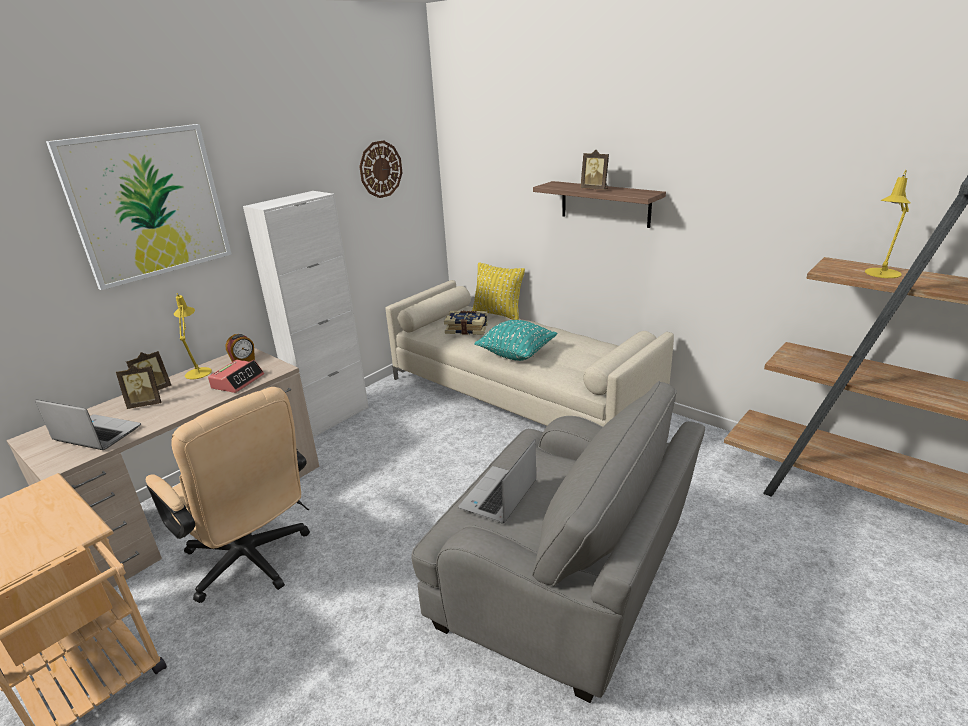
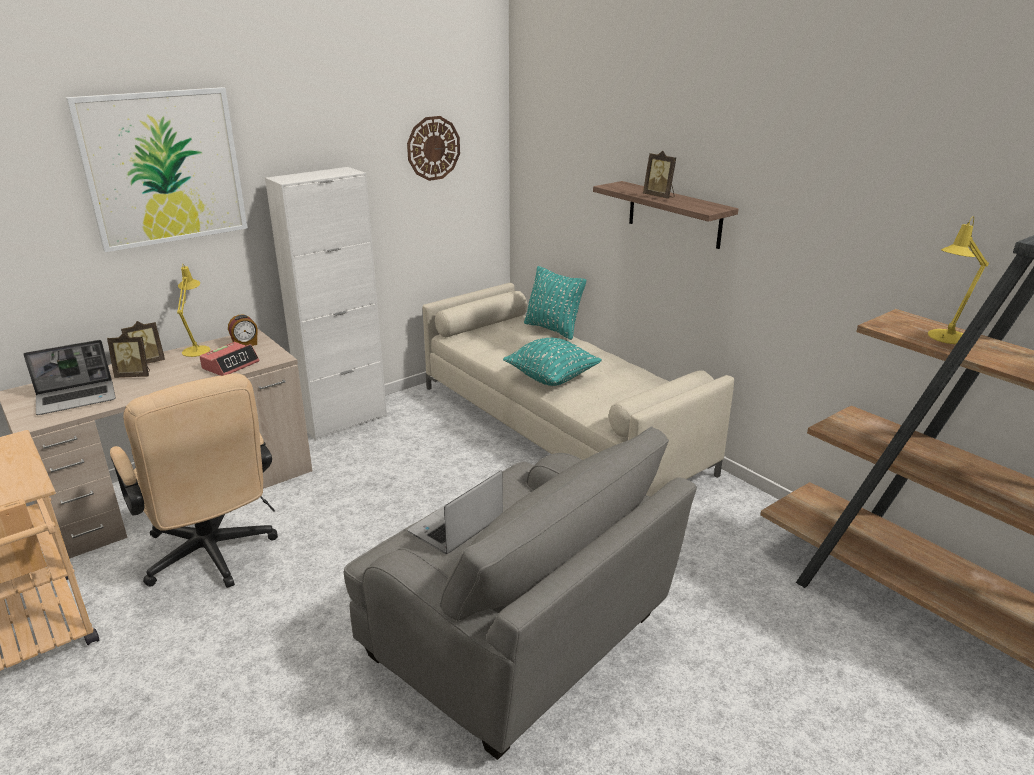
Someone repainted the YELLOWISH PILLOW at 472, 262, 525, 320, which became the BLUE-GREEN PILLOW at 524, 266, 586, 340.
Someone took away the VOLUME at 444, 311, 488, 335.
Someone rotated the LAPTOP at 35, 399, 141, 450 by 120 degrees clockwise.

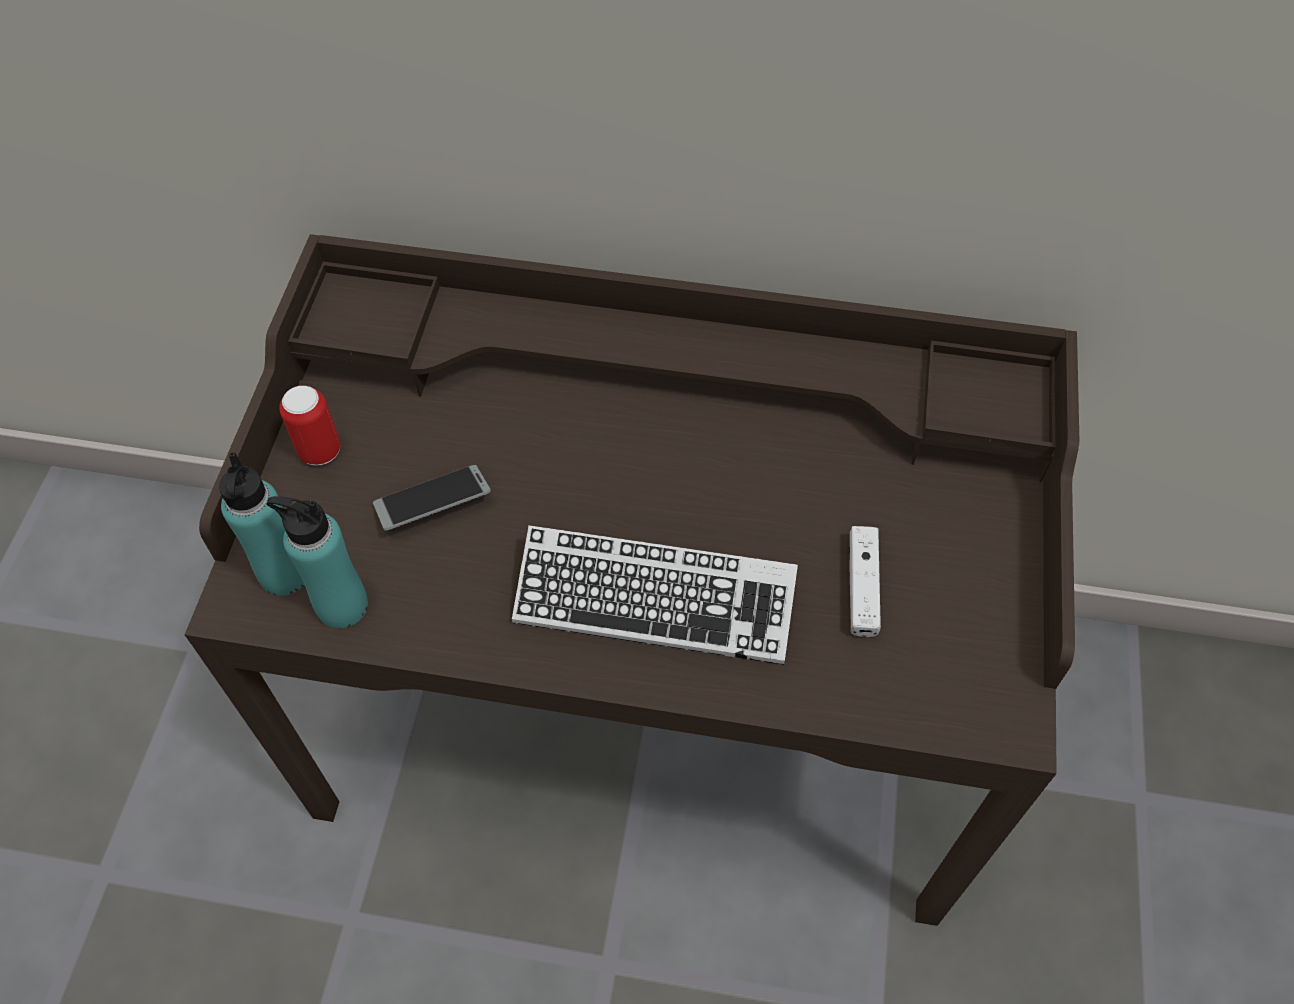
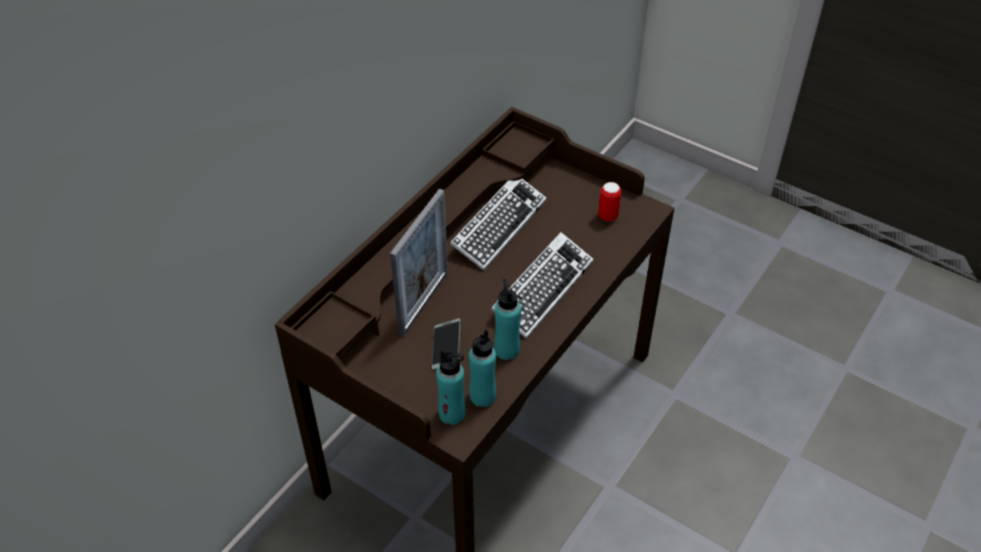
Someone carried the SEALED CAN from 279, 385, 340, 465 to 598, 182, 622, 222.
Someone took away the WHITE-COLOURED GAMEPAD at 849, 526, 881, 637.
Someone put down the COMPUTER KEYBOARD at 450, 179, 547, 271.
Someone put down the PHOTO FRAME at 390, 189, 448, 337.
Someone put down the BLUE-GREEN BOTTLE at 494, 279, 521, 360.

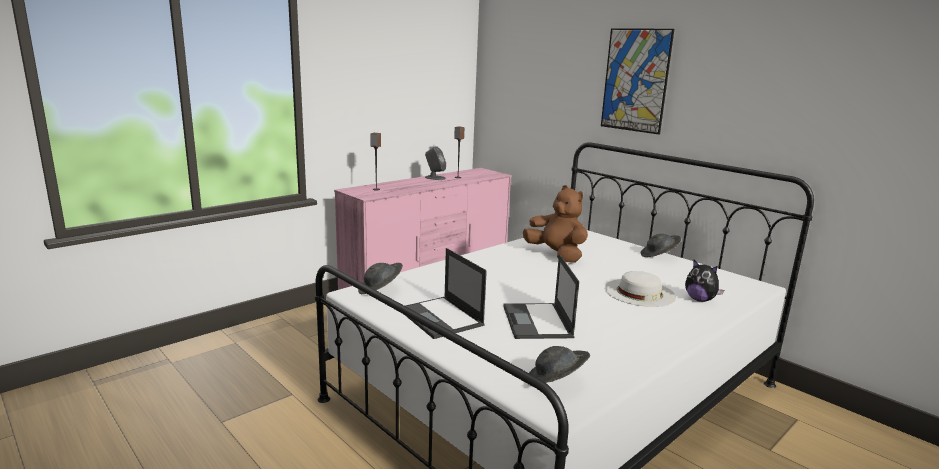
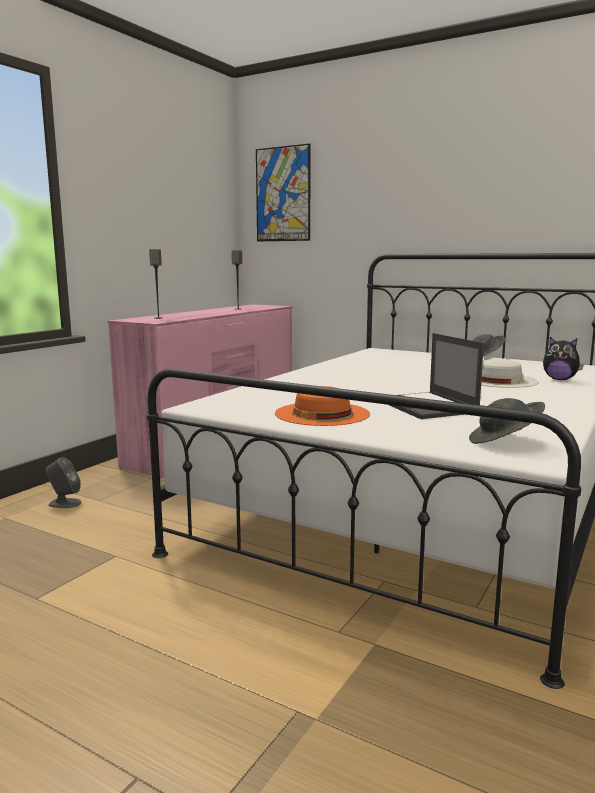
Someone carried the WALL ART from 601, 28, 674, 134 to 256, 143, 311, 242.
Someone carried the GRAY SPEAKER from 425, 146, 446, 180 to 45, 457, 82, 508.
Someone took away the BROWN-COLOURED PLUSH TOY at 523, 185, 588, 263.
Someone swapped the LAPTOP at 405, 248, 487, 339 for the ORANGEY WEARABLE HAT at 275, 386, 370, 426.
Someone took away the GRAY WEARABLE HAT at 358, 263, 403, 294.

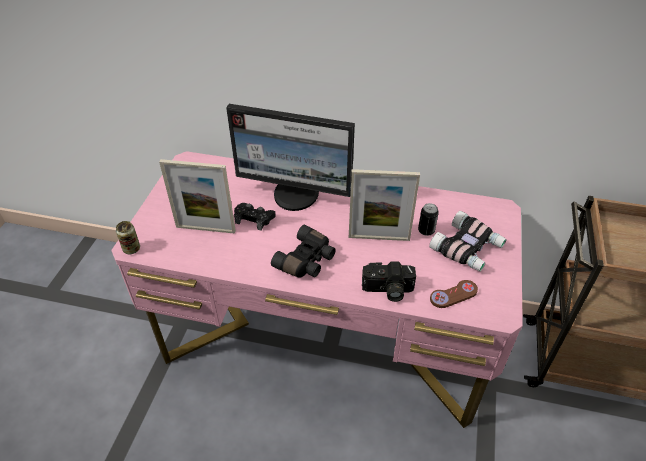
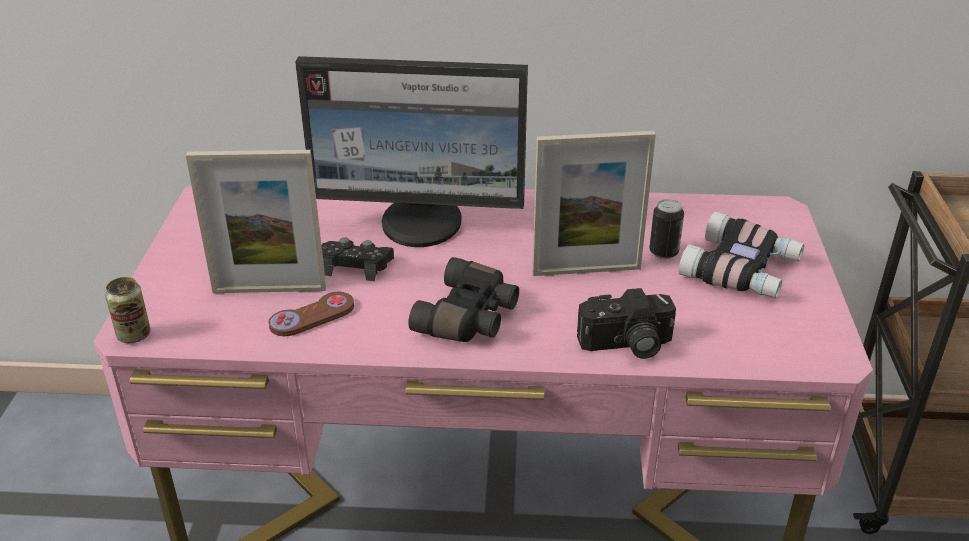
Someone carried the BROWN-COLOURED GAMEPAD from 430, 280, 478, 308 to 269, 292, 354, 336.

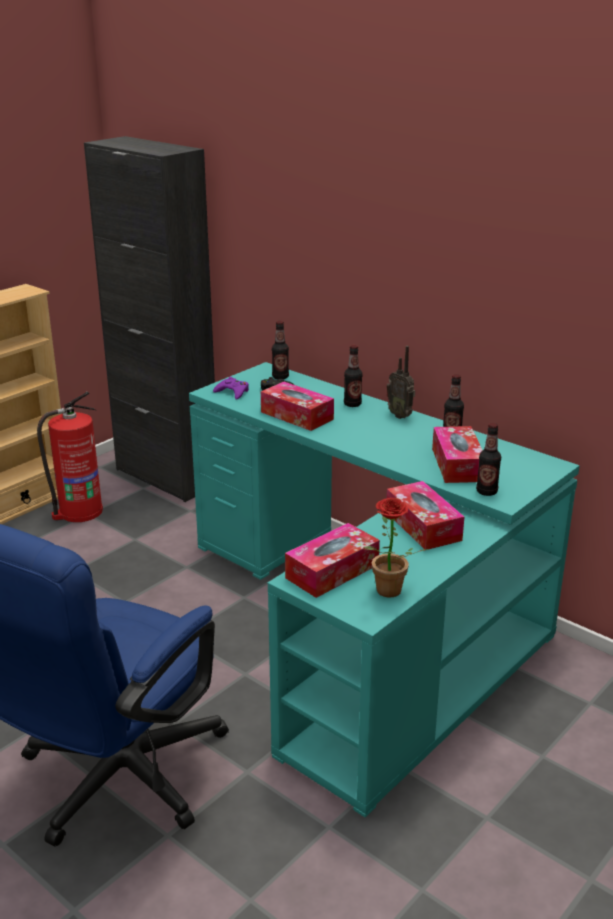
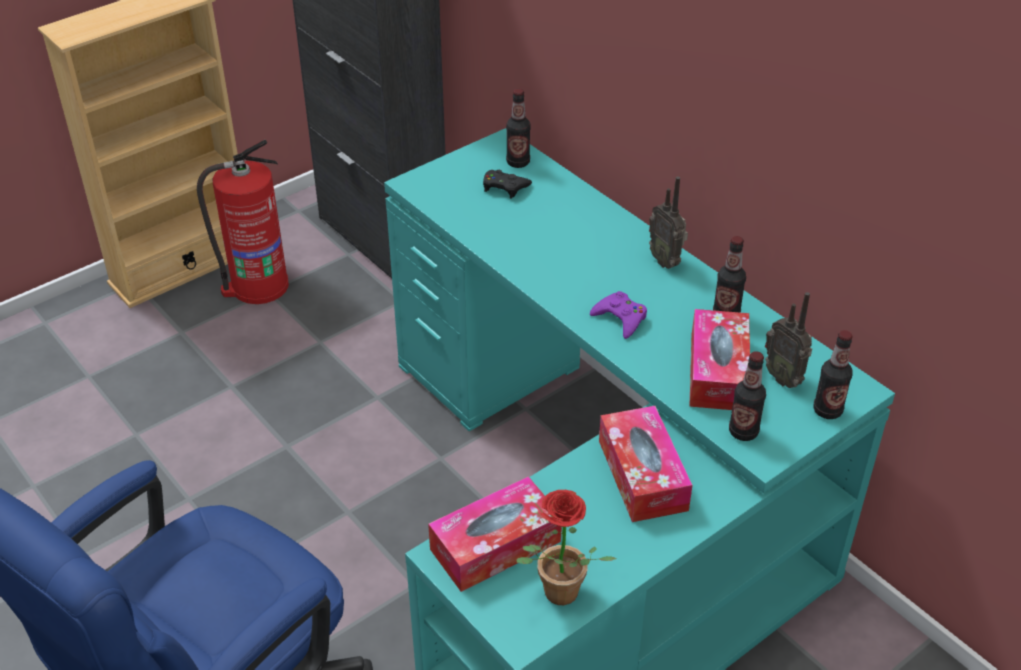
Someone carried the BOTTLE from 344, 345, 362, 407 to 813, 330, 853, 419.
Someone carried the PURPLE-COLOURED GAMEPAD from 213, 377, 249, 400 to 590, 291, 647, 339.
Someone took away the BOX OF TISSUES at 261, 382, 334, 431.
Someone put down the RADIO RECEIVER at 765, 292, 812, 388.

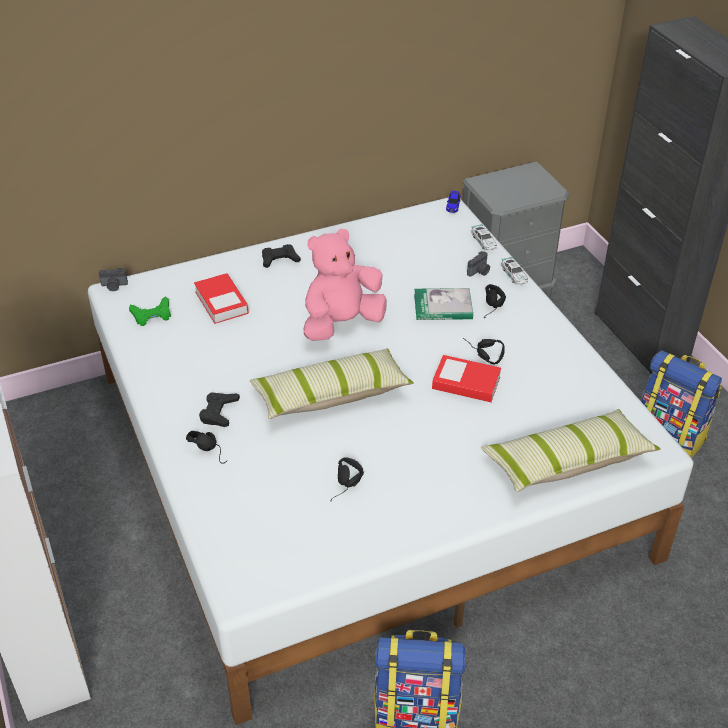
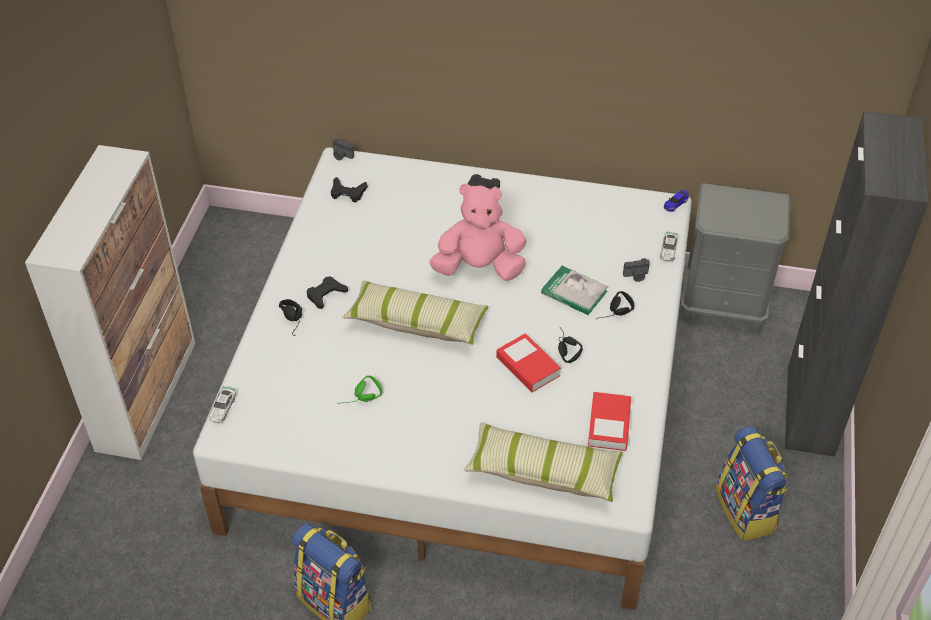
Someone carried the MINIATURE CAR from 501, 257, 528, 285 to 209, 386, 236, 423.
Someone carried the VOLUME from 194, 273, 249, 324 to 588, 392, 631, 451.
Someone repainted the GREENISH GAMEPAD at 129, 296, 171, 326, which became the BLACKISH GAMEPAD at 331, 177, 368, 202.
Someone repainted the BLACKISH HEADSET at 331, 457, 364, 502, which became the GREENISH HEADSET at 338, 376, 383, 404.

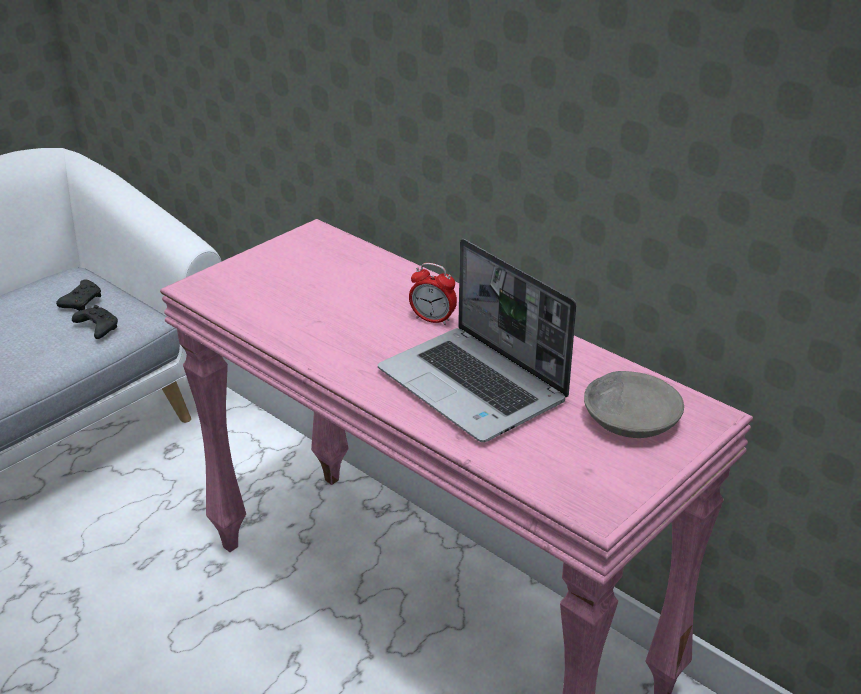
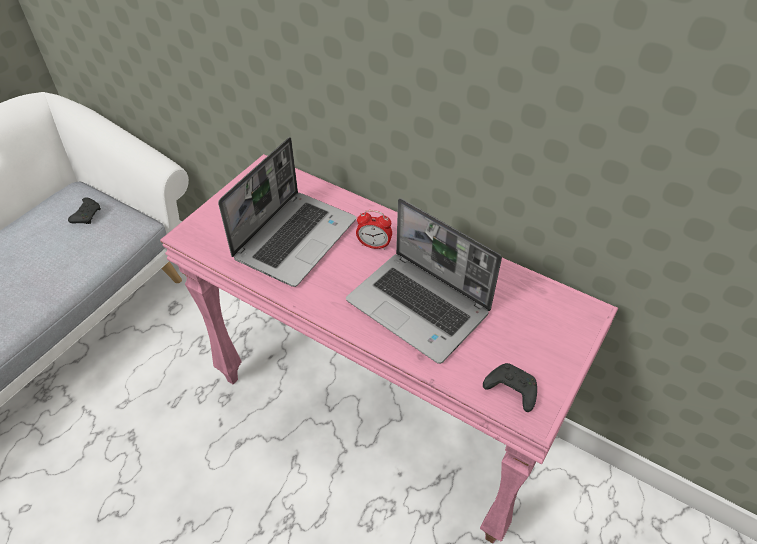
Someone carried the BLACKISH GAMEPAD from 72, 305, 118, 339 to 483, 363, 537, 412.
Someone took away the GRAY BOWL at 584, 371, 684, 438.
Someone put down the LAPTOP at 218, 137, 356, 287.

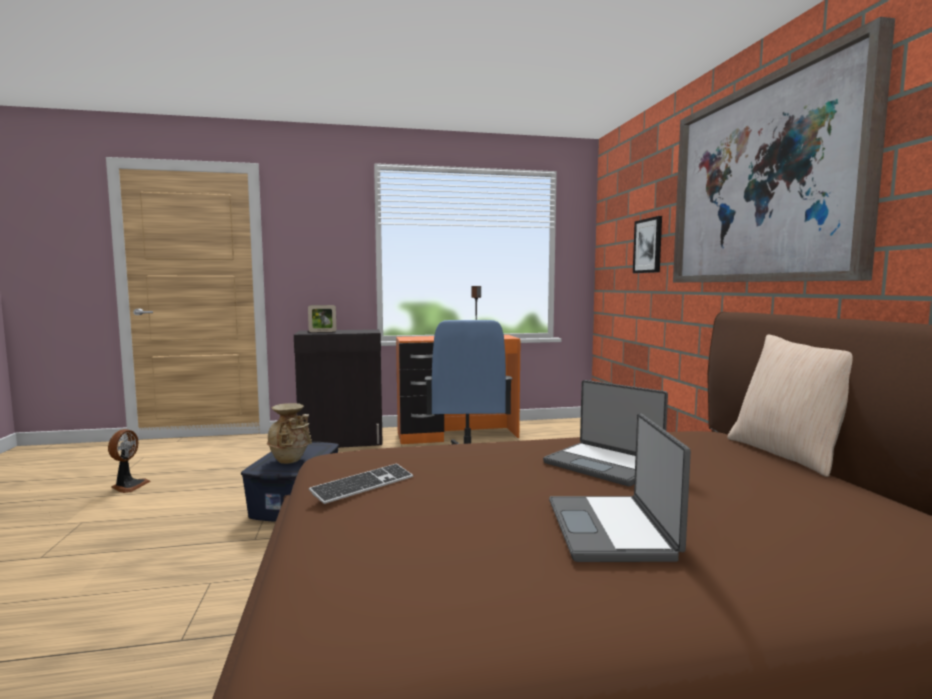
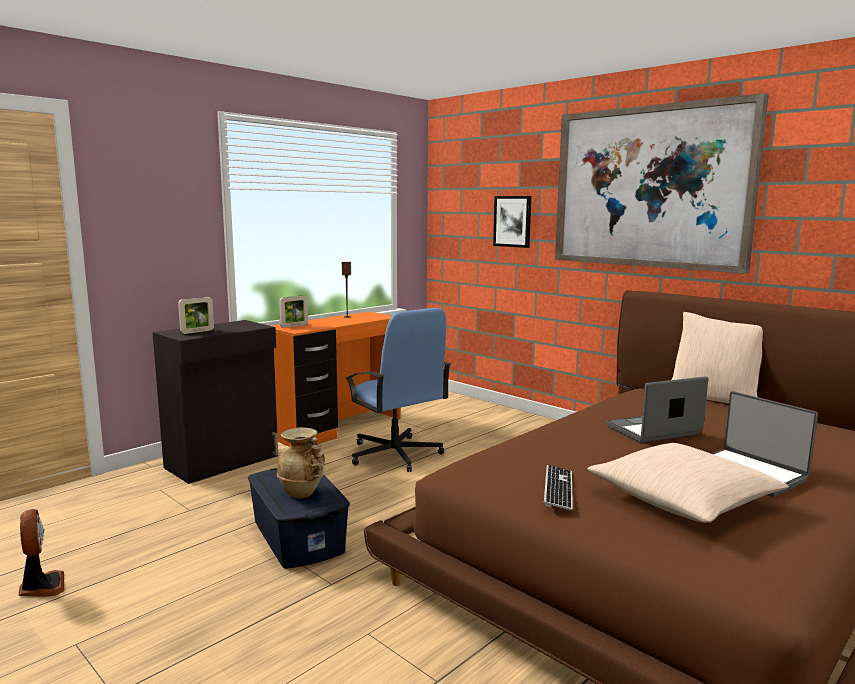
Someone rotated the LAPTOP at 543, 380, 668, 487 by 150 degrees clockwise.
Someone put down the PHOTO FRAME at 279, 295, 308, 328.
Someone put down the BEIGE-COLOURED PILLOW at 587, 443, 789, 523.

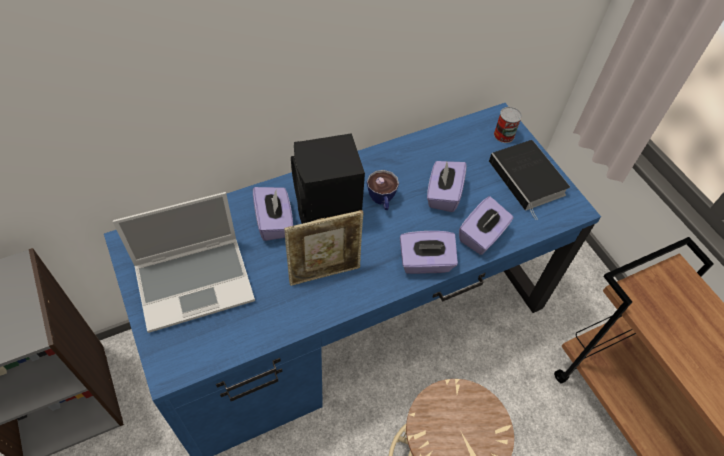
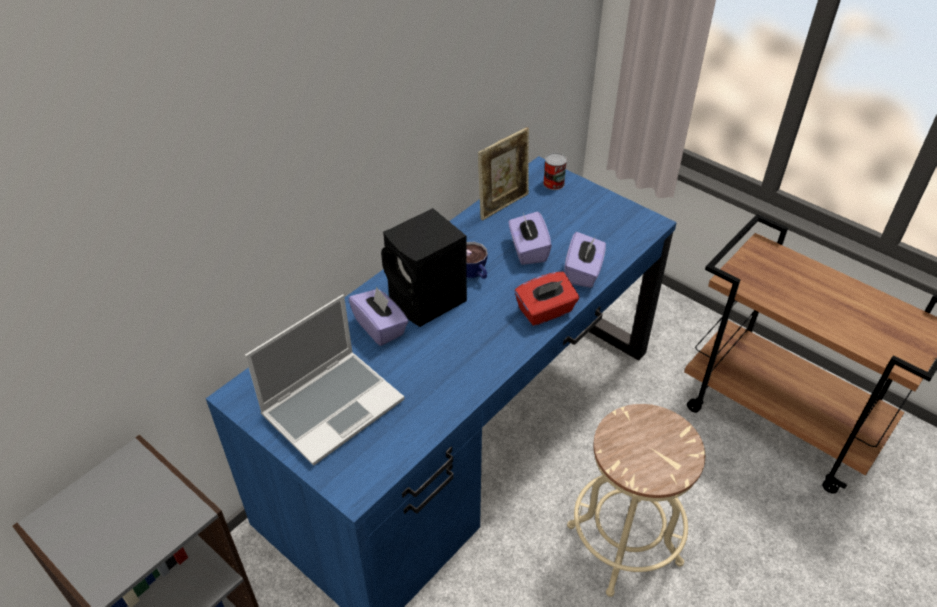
Someone took away the VOLUME at 489, 140, 570, 220.
Someone carried the PHOTO FRAME from 284, 210, 363, 286 to 478, 127, 529, 221.
Someone repainted the PURPLE-COLOURED BOX OF TISSUES at 400, 231, 458, 274, which became the REDDISH BOX OF TISSUES at 515, 272, 579, 326.

